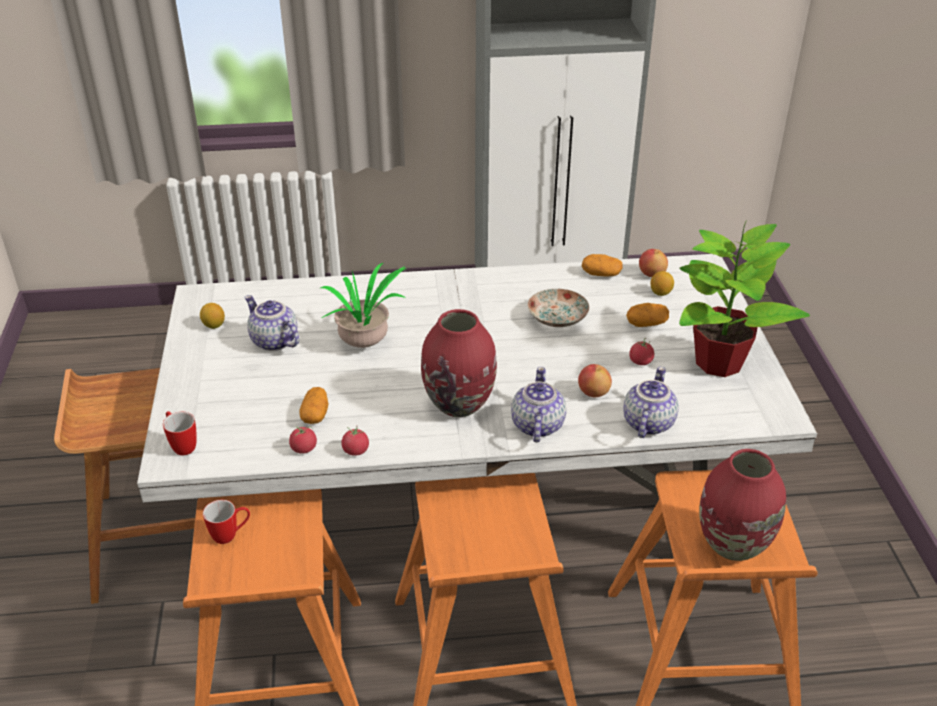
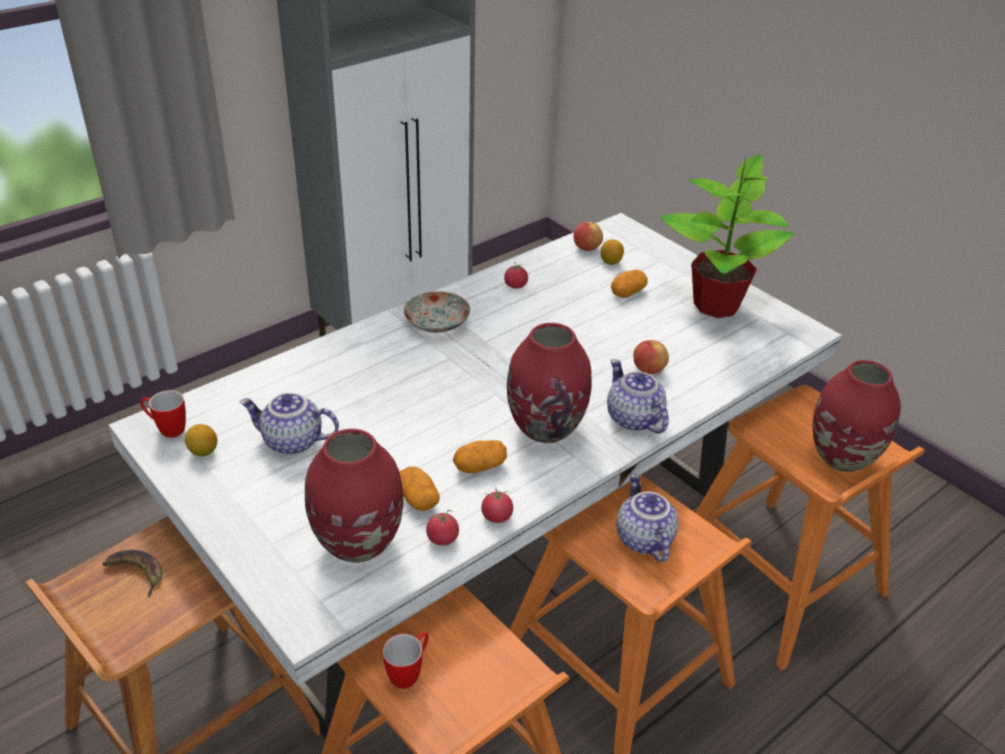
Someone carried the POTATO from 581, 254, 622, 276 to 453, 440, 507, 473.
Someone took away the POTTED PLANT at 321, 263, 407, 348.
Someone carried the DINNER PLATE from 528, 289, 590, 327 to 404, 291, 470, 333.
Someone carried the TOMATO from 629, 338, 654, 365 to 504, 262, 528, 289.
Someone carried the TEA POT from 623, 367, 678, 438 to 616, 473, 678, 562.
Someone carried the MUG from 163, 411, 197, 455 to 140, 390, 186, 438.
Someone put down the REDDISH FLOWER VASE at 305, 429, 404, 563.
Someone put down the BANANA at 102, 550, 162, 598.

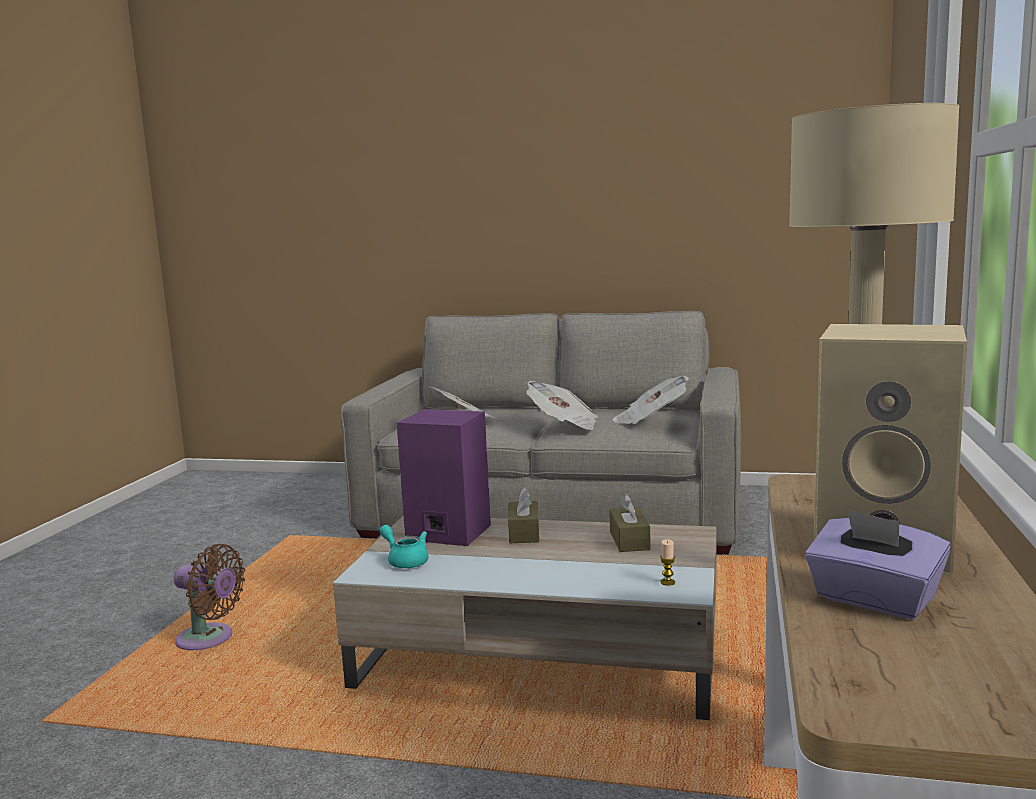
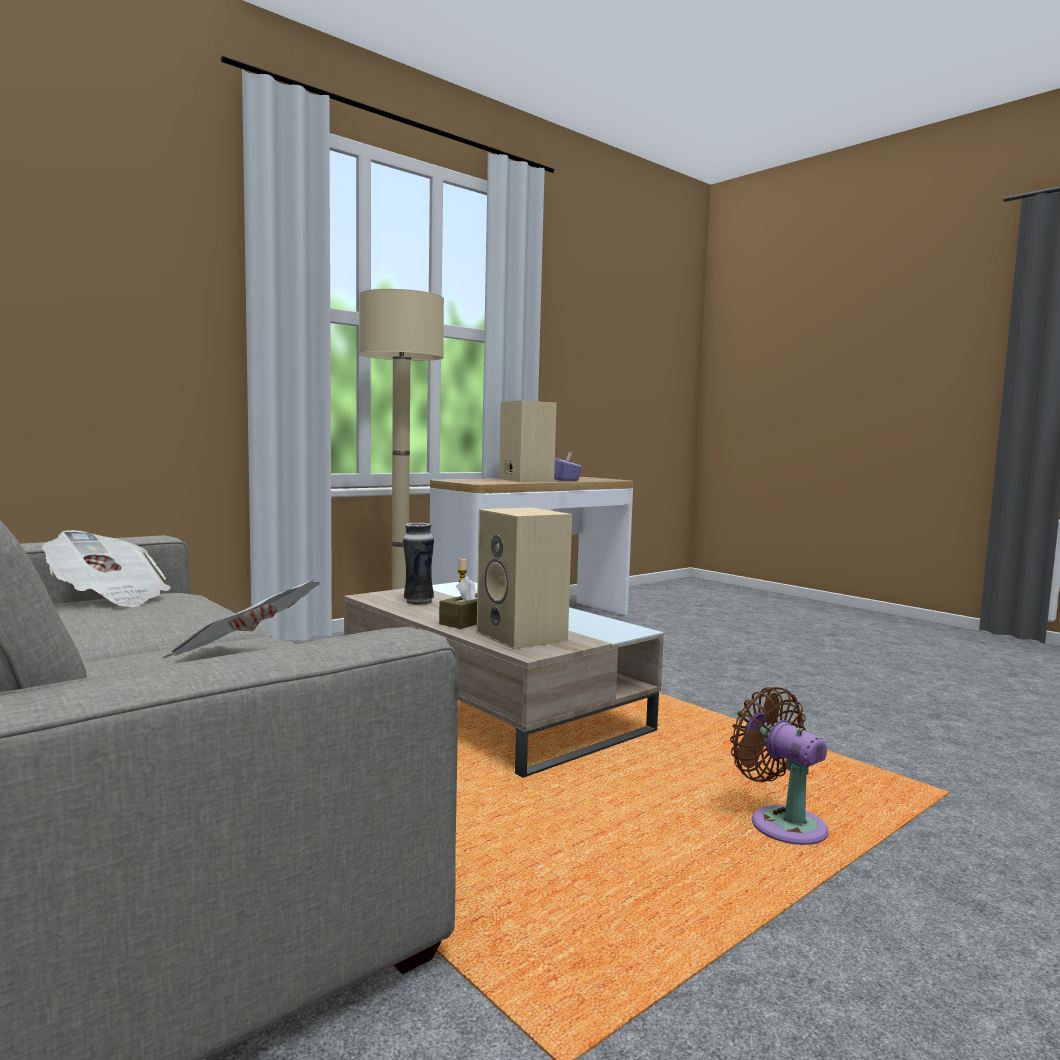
Someone took away the NEWSPAPER at 527, 381, 598, 430.
Someone repainted the PURPLE-COLOURED SPEAKER at 397, 409, 491, 546, which became the BEIGE-COLOURED SPEAKER at 477, 507, 572, 649.
Someone swapped the BROWN-COLOURED BOX OF TISSUES at 609, 494, 651, 552 for the FLOWER VASE at 403, 523, 434, 605.
Someone took away the BLUE-GREEN TEA POT at 380, 525, 428, 568.

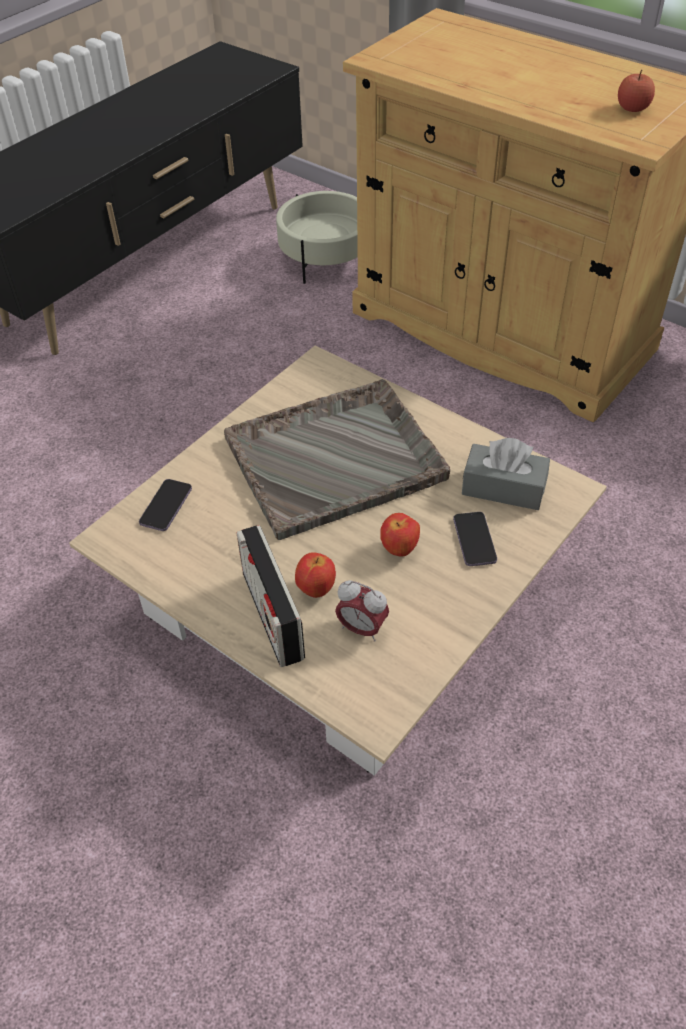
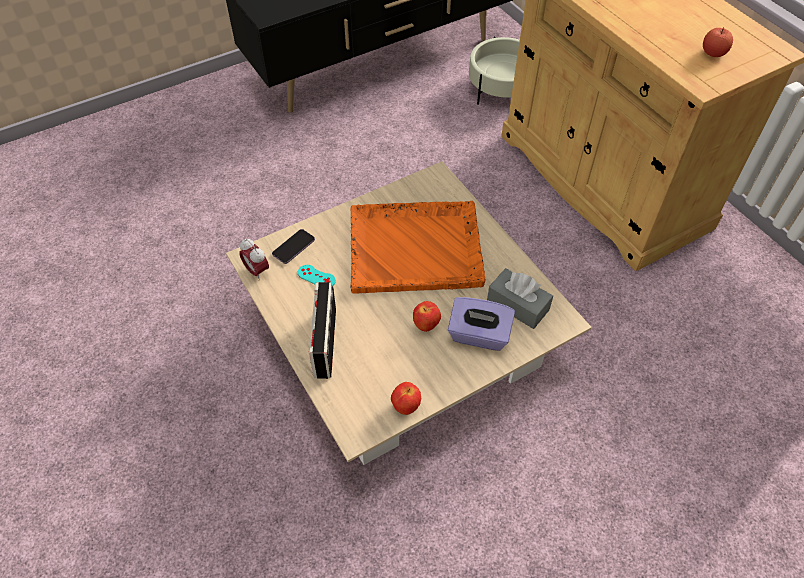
Someone repainted the GRAY SERVING TRAY at 224, 379, 450, 540, which became the ORANGEY SERVING TRAY at 351, 201, 486, 293.
Someone swapped the TELEPHONE at 453, 512, 497, 566 for the PURPLE-COLOURED BOX OF TISSUES at 448, 297, 515, 351.
Someone carried the WHOLE APPLE from 295, 552, 336, 598 to 391, 382, 421, 415.
Someone carried the BEDSIDE CLOCK from 335, 580, 389, 642 to 239, 239, 269, 281.
Someone put down the BLUE-GREEN GAMEPAD at 298, 265, 336, 286.

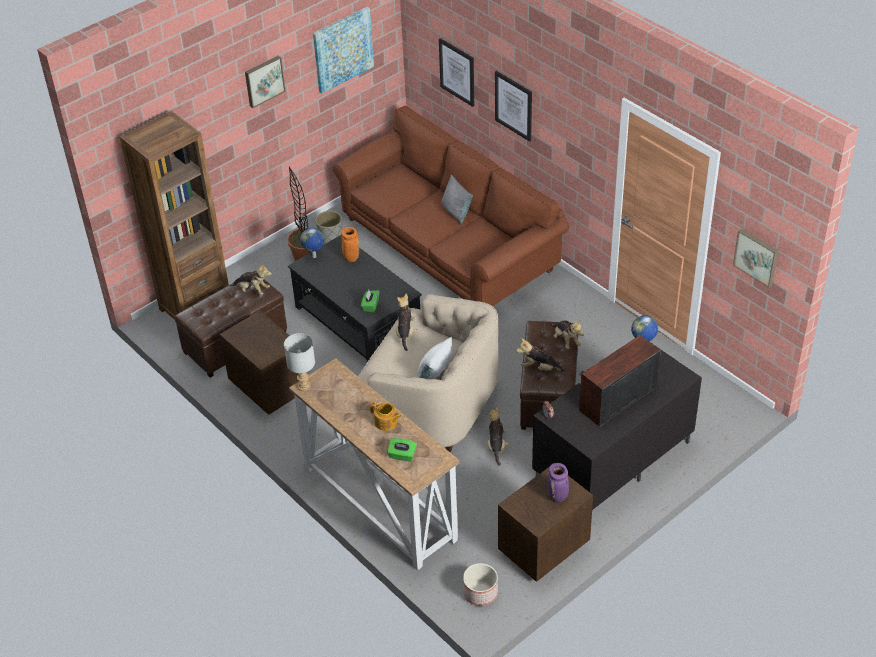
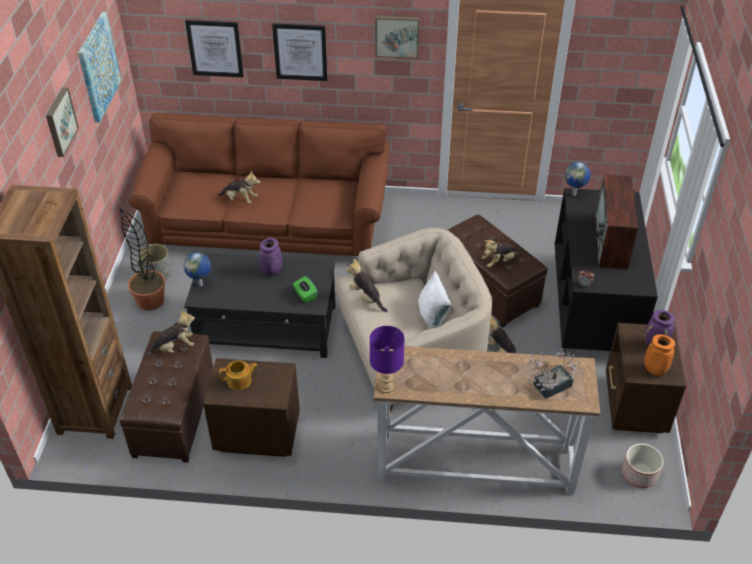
Someone took away the GRAY PILLOW at 442, 175, 473, 225.
Someone carried the ORANGEY FLOWER VASE from 341, 227, 359, 262 to 644, 334, 675, 376.
Someone carried the WALL ART from 733, 228, 779, 287 to 375, 16, 420, 59.
Someone carried the PLUSH TOY from 551, 320, 584, 349 to 217, 170, 260, 203.
Someone repainted the GRAY TABLE LAMP at 284, 333, 315, 391, which became the PURPLE-COLOURED TABLE LAMP at 370, 326, 405, 393.
Someone carried the TEA POT from 370, 402, 401, 431 to 219, 360, 258, 390.
Someone swapped the GREENISH BOX OF TISSUES at 387, 438, 417, 462 for the POTTED PLANT at 527, 351, 578, 399.
Someone put down the PURPLE-COLOURED FLOWER VASE at 259, 238, 283, 276.

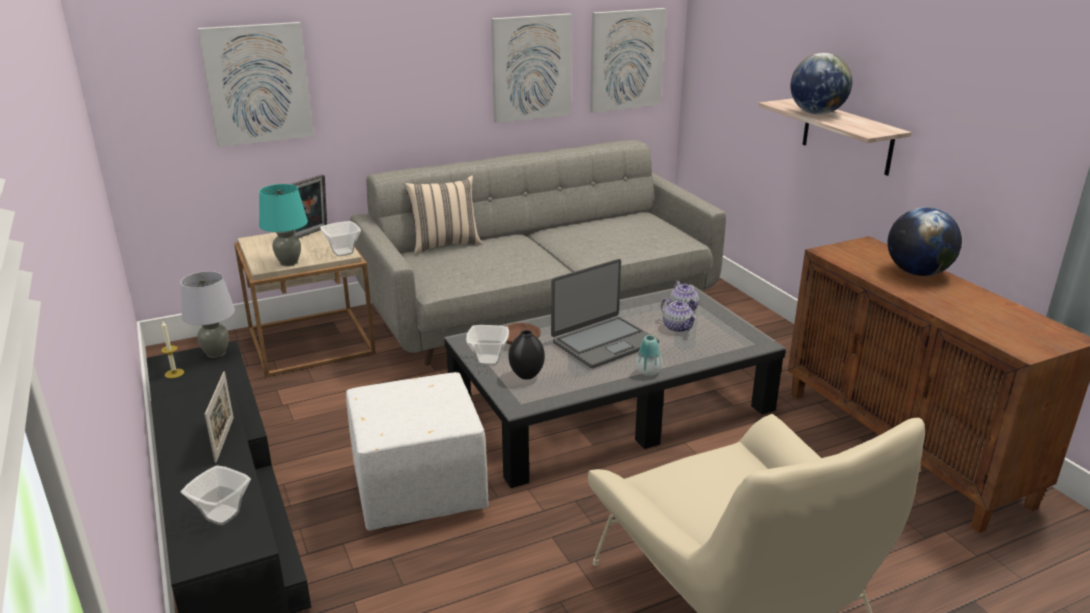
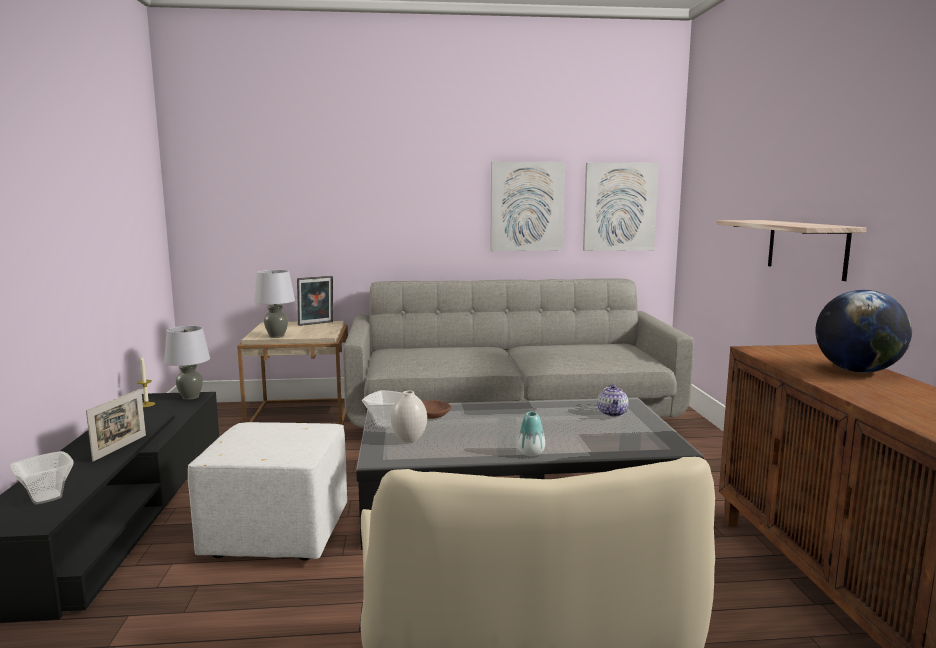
Someone took away the WALL ART at 197, 22, 314, 147.
Someone took away the DESK GLOBE at 791, 53, 852, 115.
Someone took away the BEIGE-COLOURED PILLOW at 405, 176, 482, 254.
Someone repainted the BLUE-GREEN TABLE LAMP at 259, 184, 308, 266, which became the GRAY TABLE LAMP at 254, 270, 295, 338.
Someone took away the BOWL at 320, 221, 361, 256.
Someone took away the LAPTOP at 551, 259, 659, 369.
Someone took away the TEA POT at 661, 299, 697, 332.
Someone repainted the BLACKISH FLOWER VASE at 508, 330, 545, 380, which became the WHITE-COLOURED FLOWER VASE at 391, 391, 427, 443.

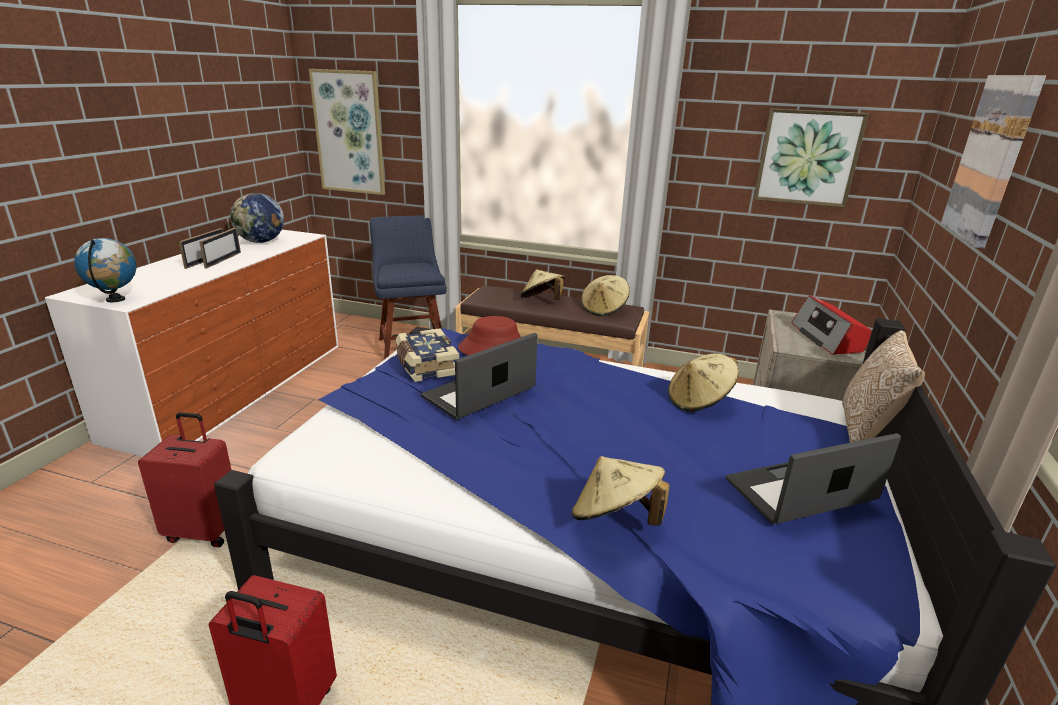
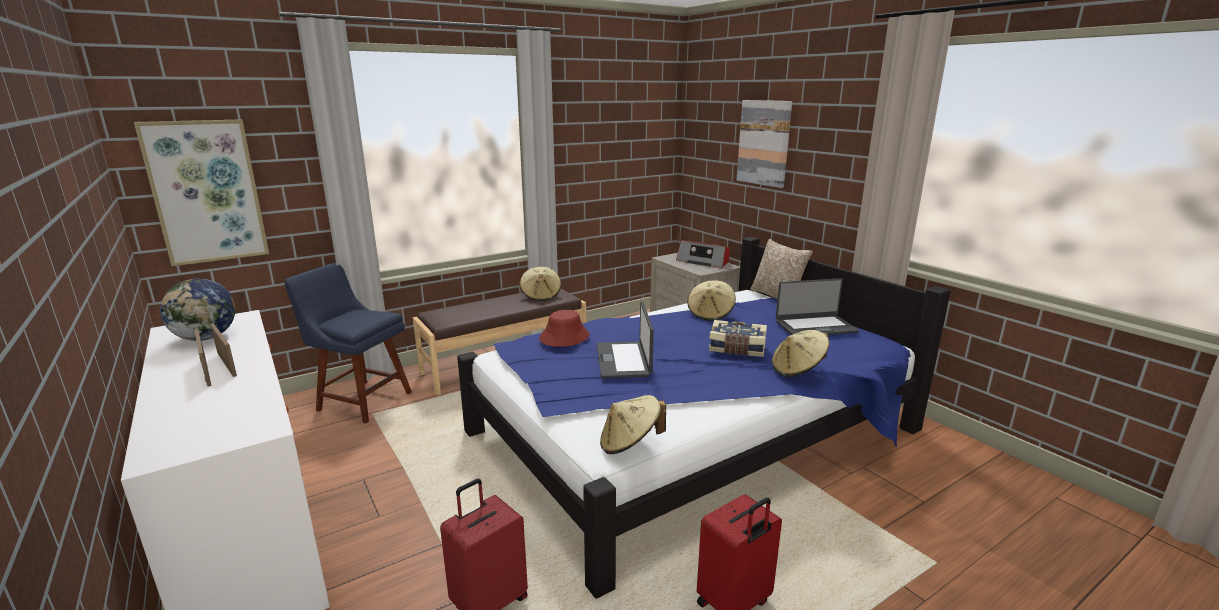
Someone took away the WALL ART at 754, 108, 869, 208.
Someone took away the DESK GLOBE at 74, 238, 137, 302.
Someone carried the BEIGE-COLOURED WEARABLE HAT from 521, 270, 565, 300 to 600, 395, 666, 454.
Someone carried the VOLUME from 396, 328, 459, 382 to 709, 320, 767, 357.
Someone rotated the LAPTOP at 726, 433, 901, 524 by 120 degrees counterclockwise.

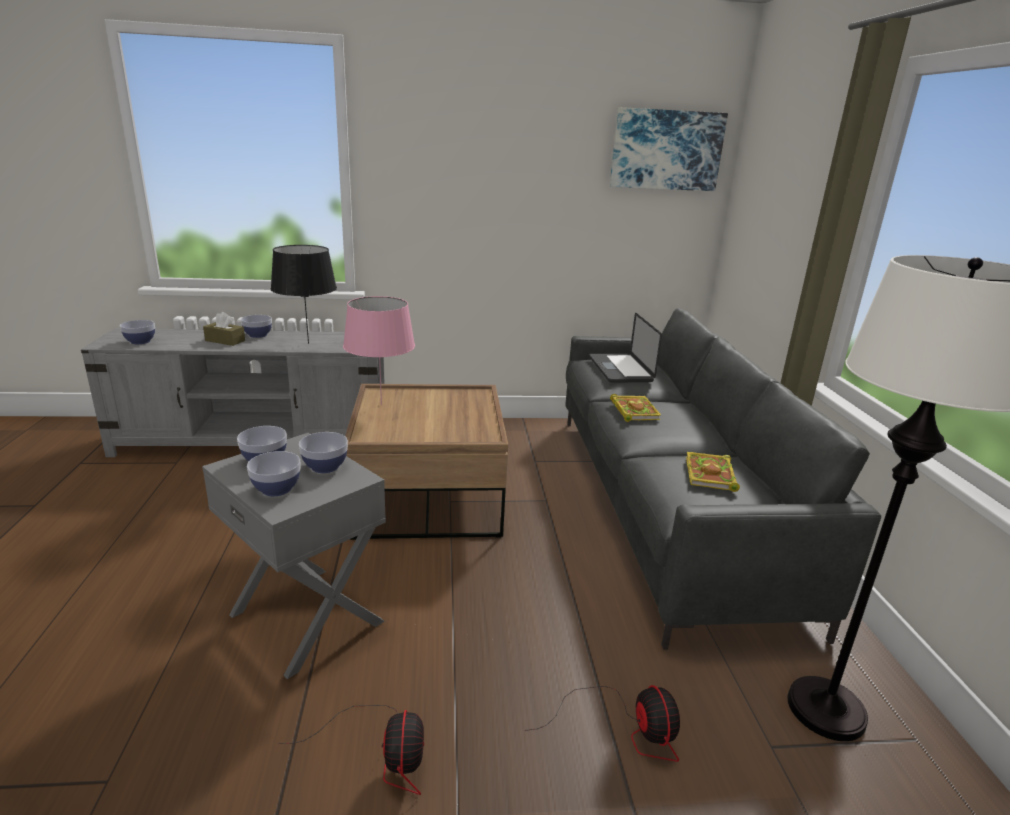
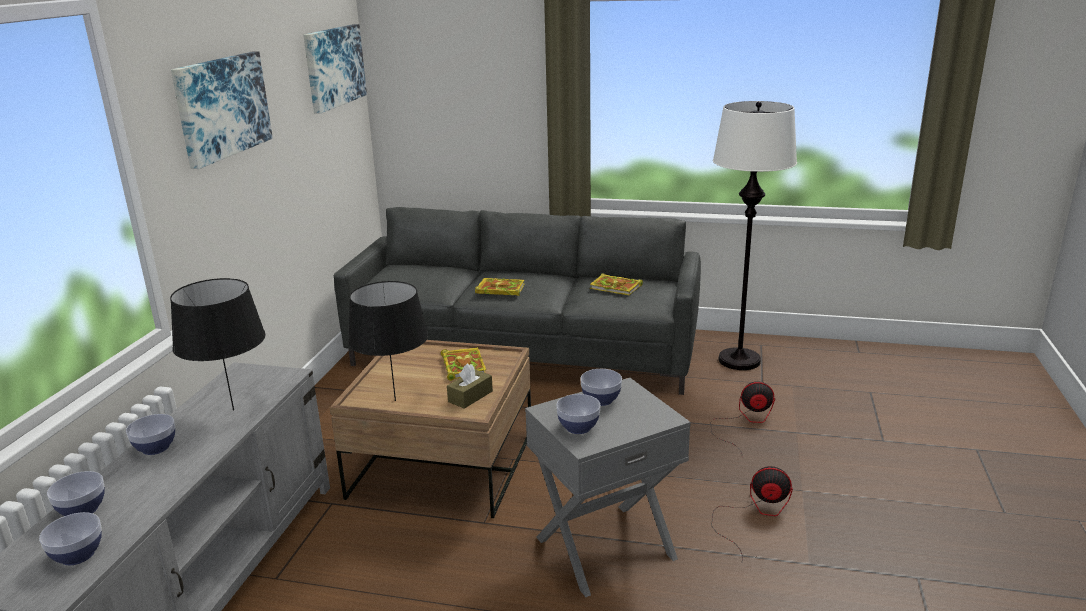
Someone repainted the PINKISH TABLE LAMP at 343, 296, 415, 405, which became the BLACKISH TABLE LAMP at 348, 281, 428, 401.
Someone carried the BROWN-COLOURED BOX OF TISSUES from 203, 312, 245, 346 to 447, 364, 493, 409.
Someone took away the LAPTOP at 589, 313, 662, 383.
Someone carried the BOWL from 247, 451, 300, 496 to 47, 471, 105, 516.
Someone put up the WALL ART at 171, 52, 273, 169.
Someone put down the VOLUME at 441, 347, 486, 381.

